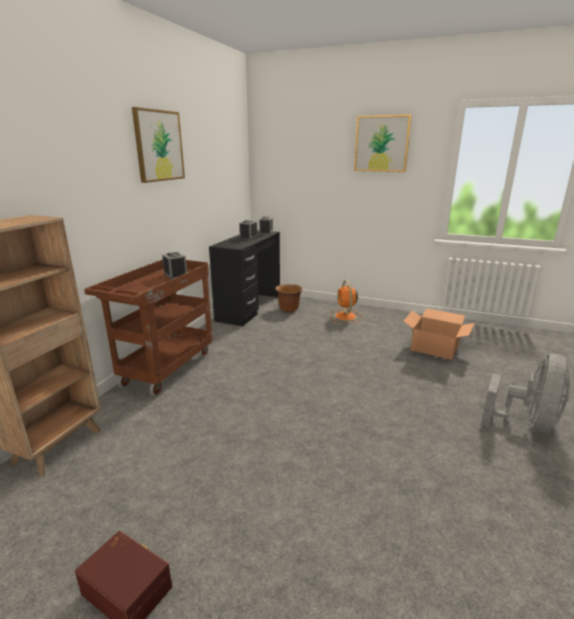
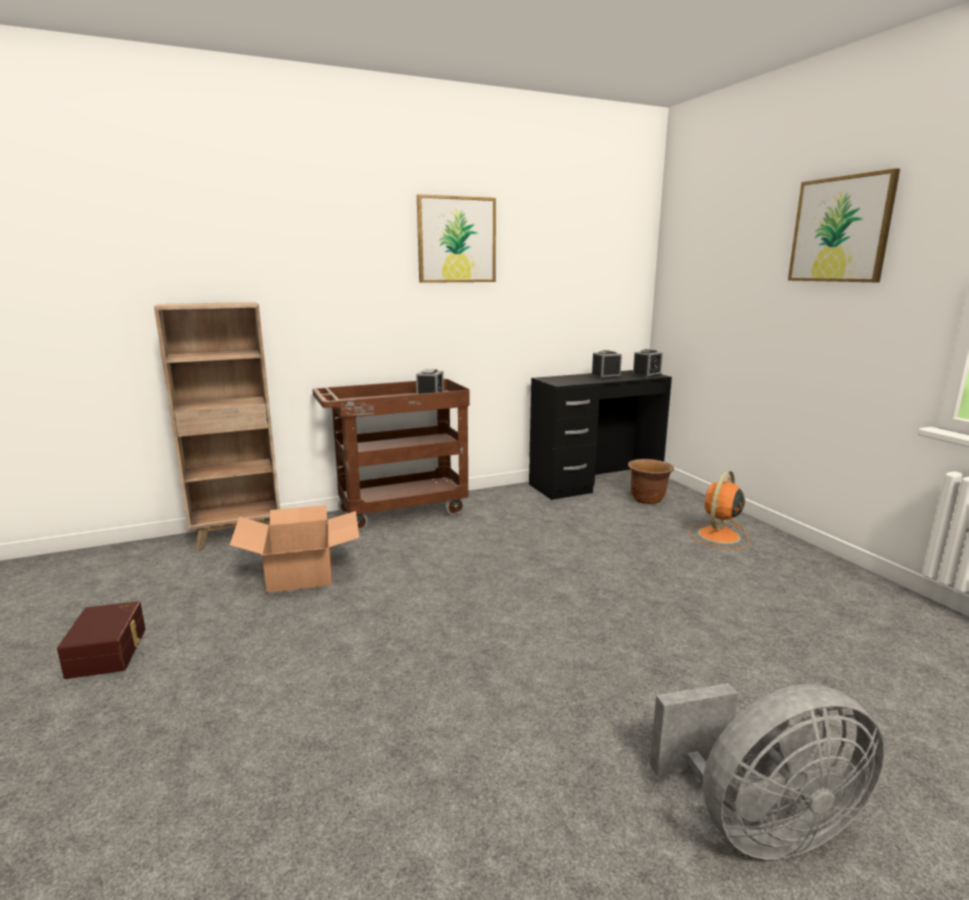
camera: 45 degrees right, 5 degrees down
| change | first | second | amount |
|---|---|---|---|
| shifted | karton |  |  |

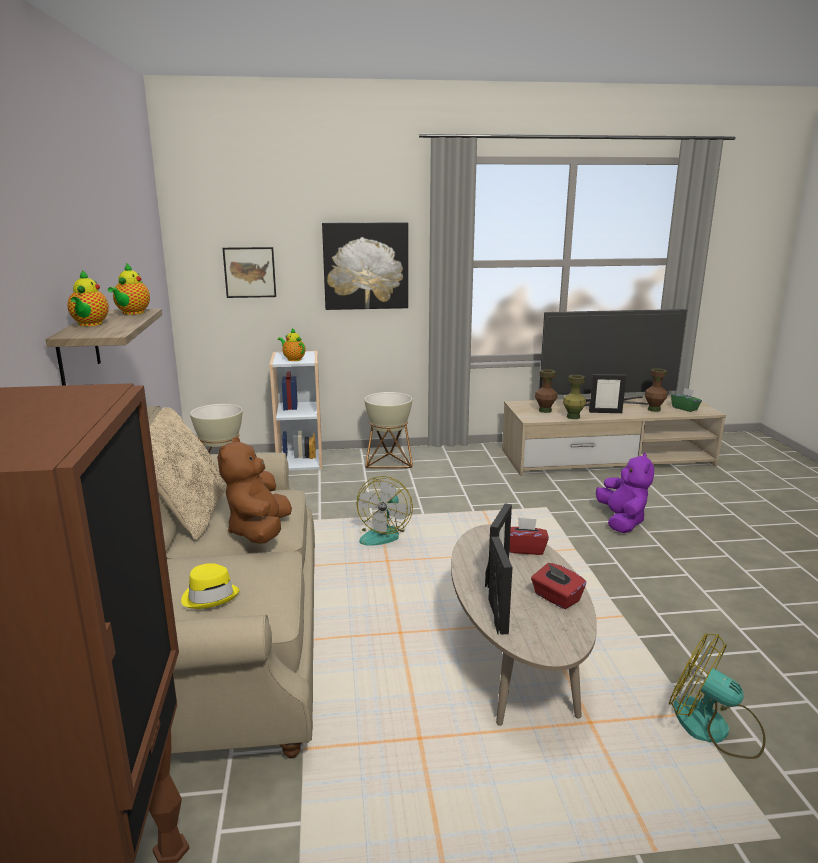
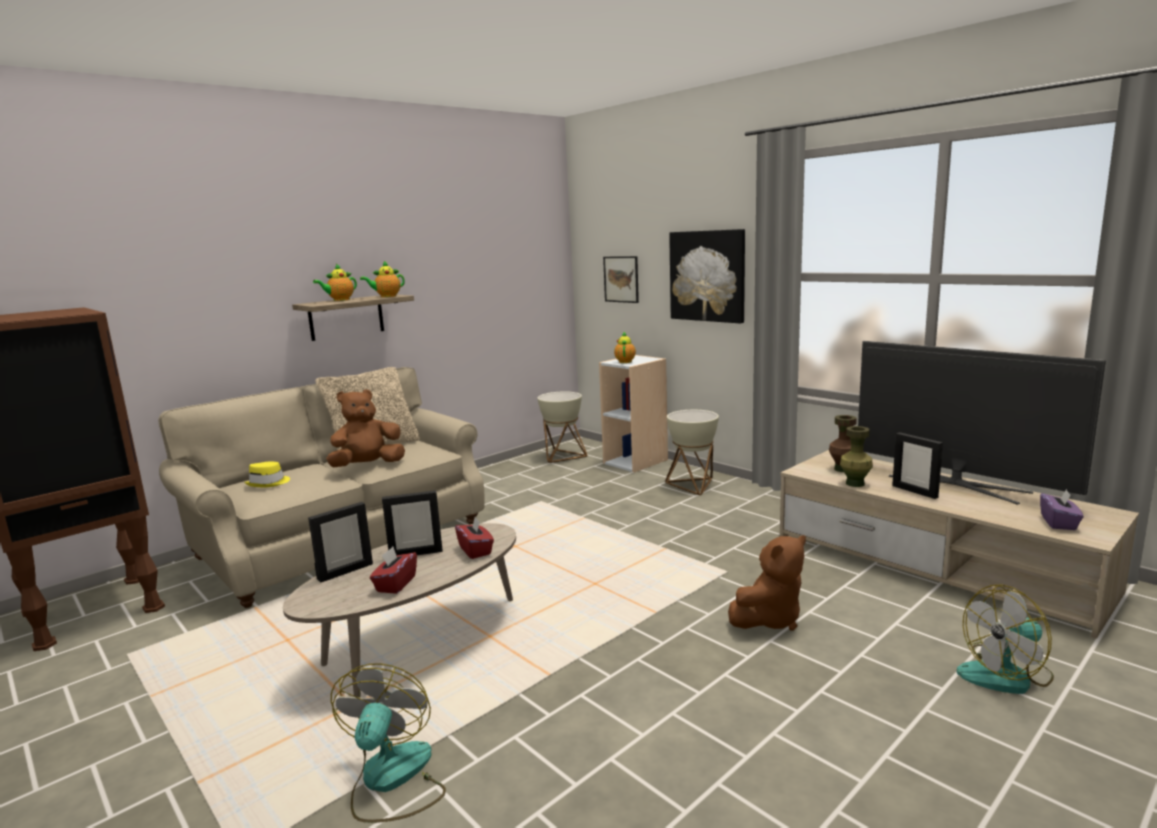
camera: 55 degrees right, 5 degrees down
| change | first | second | amount |
|---|---|---|---|
| gone | wazon [brązowy] (no. 2 from left) |  |  |
| shifted | wentylator (no. 1 from left in the first image) | wentylator (no. 2 from left) |  |
| repainted | pluszak [fioletowy] | pluszak [brązowy] (no. 2 from left) |  |
| repainted | pudełko chusteczek [zielony] | pudełko chusteczek [fioletowy] |  |

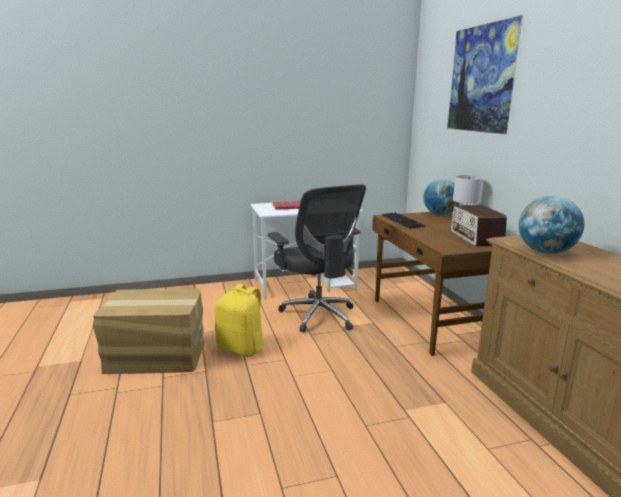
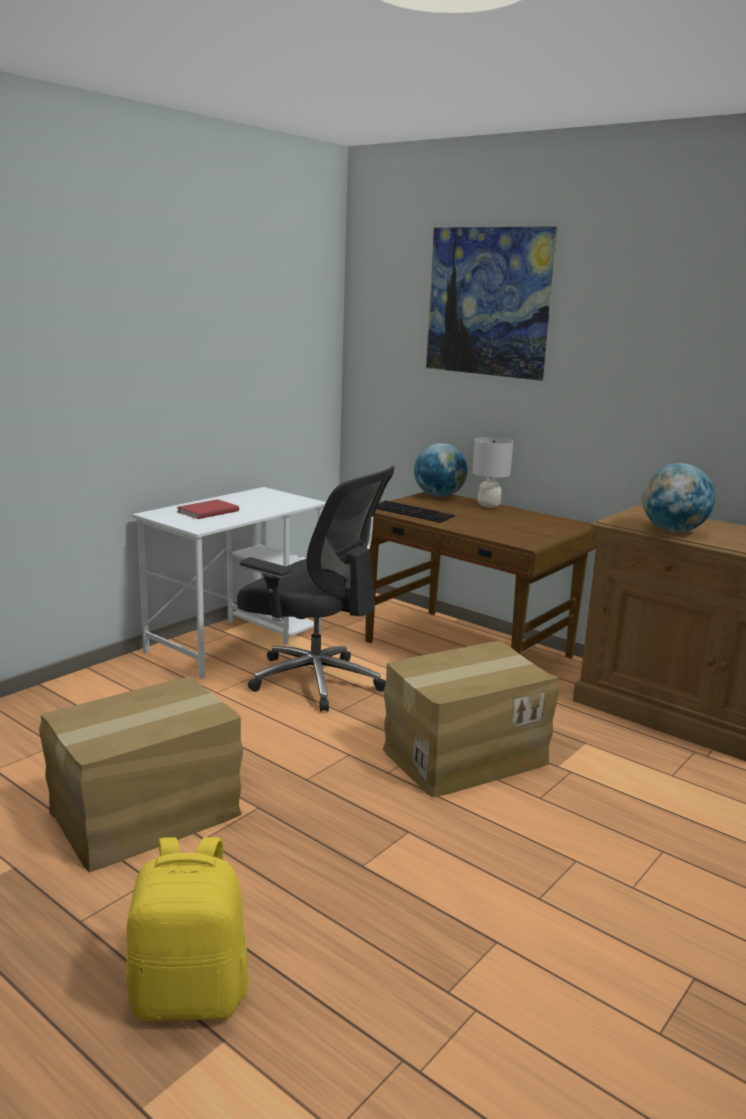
camera: 35 degrees left, 0 degrees up
| change | first | second | amount |
|---|---|---|---|
| gone | radio |  |  |
| new |  | karton (no. 2 from left) |  |
| shifted | plecak [żółty] |  |  |

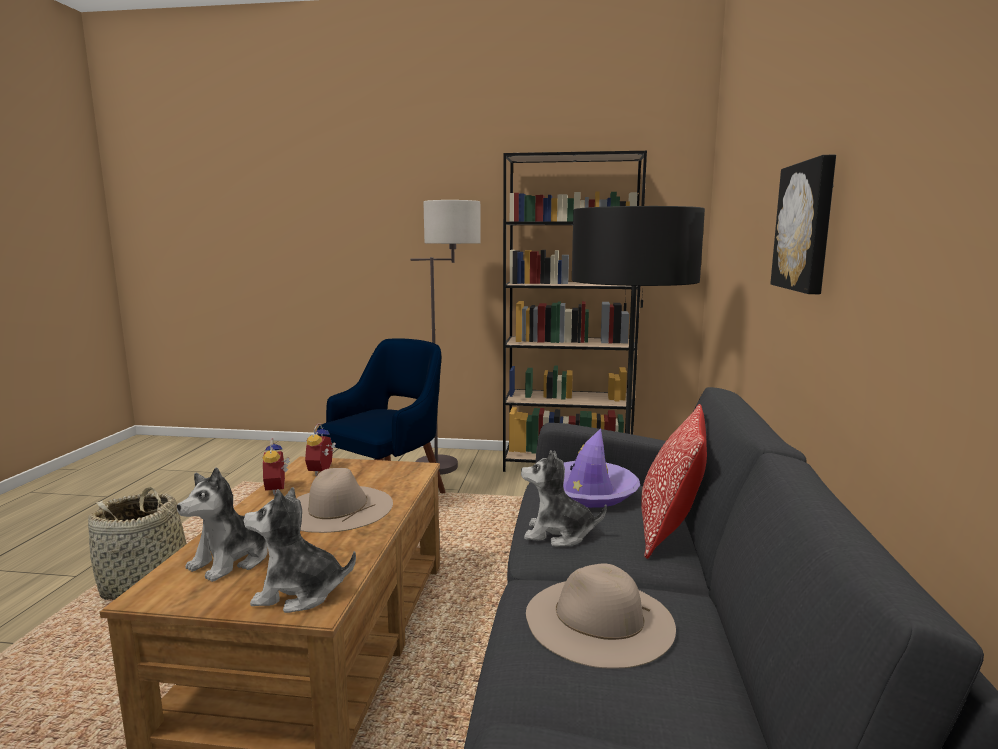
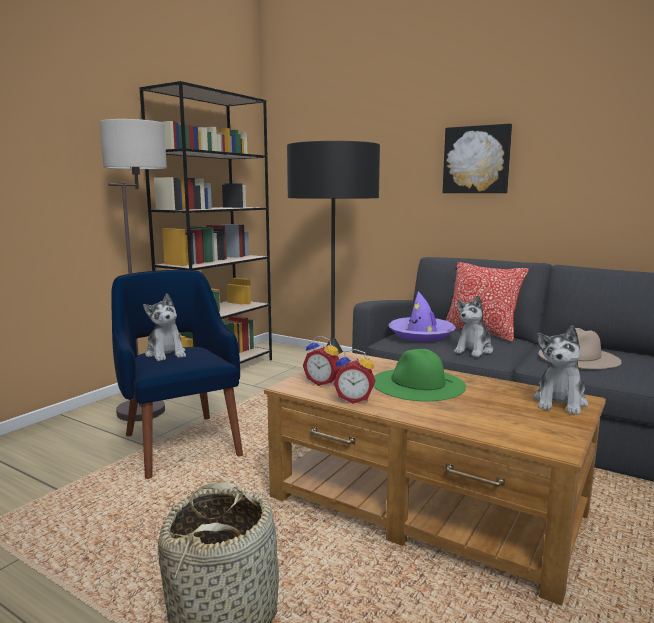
camera: 65 degrees left, 0 degrees up
| change | first | second | amount |
|---|---|---|---|
| shifted | pluszak (no. 1 from left) |  |  |
| repainted | kapelusz [beżowy] (no. 1 from left) | kapelusz [zielony] |  |

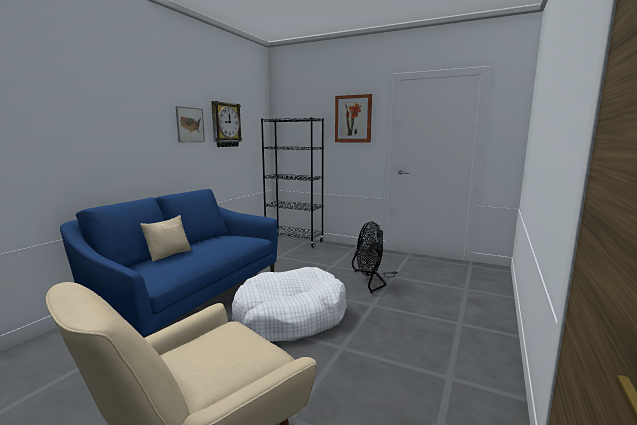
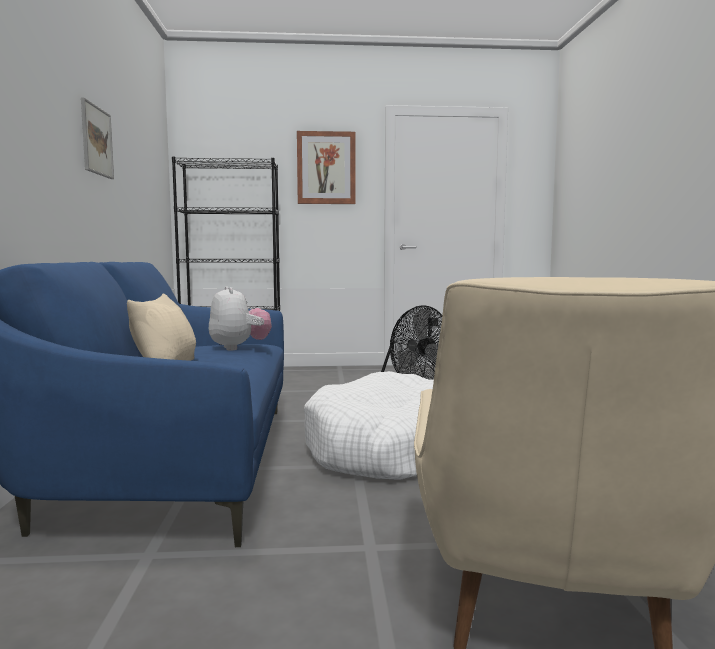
camera: 30 degrees left, 5 degrees down
| change | first | second | amount |
|---|---|---|---|
| gone | zegar ścienny |  |  |
| new |  | pluszak |  |

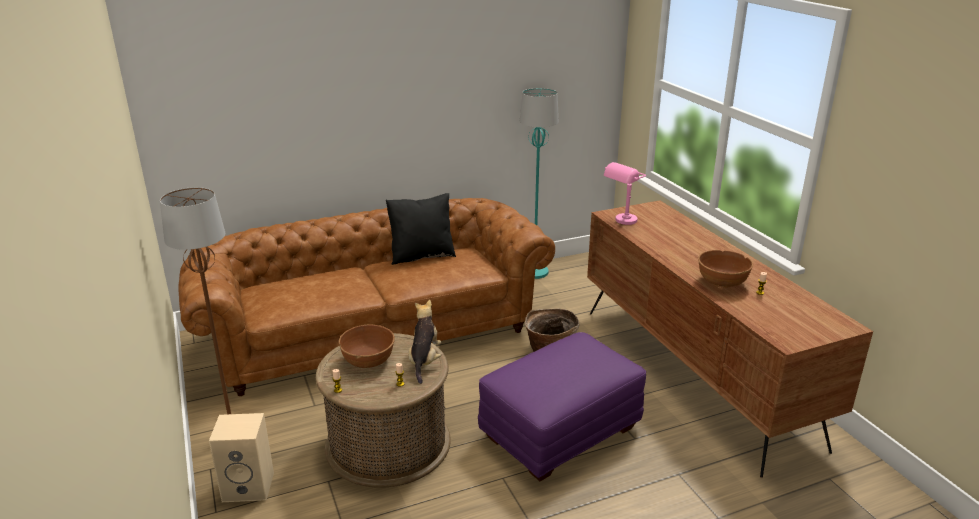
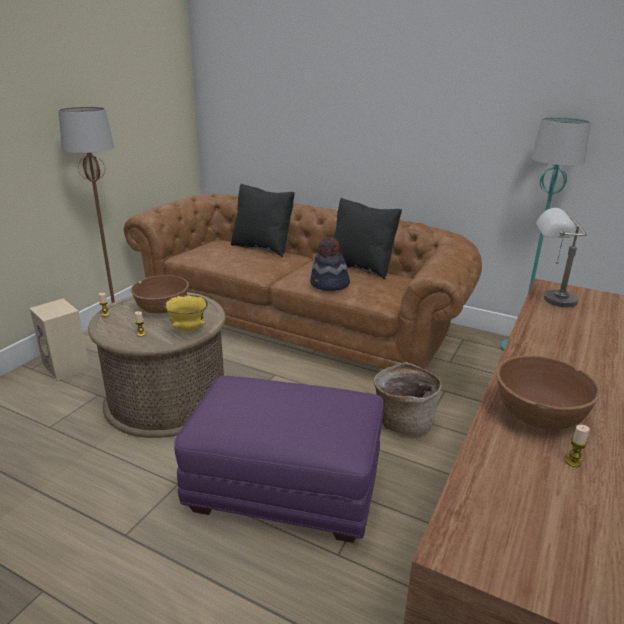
camera: 50 degrees right, 0 degrees up
| change | first | second | amount |
|---|---|---|---|
| new |  | poduszka [czarny] (no. 1 from left) |  |
| new |  | kapelusz |  |
| swapped | pluszak | miska [żółty] |  |
| repainted | lampa stołowa [różowy] | lampa stołowa [szary] |  |

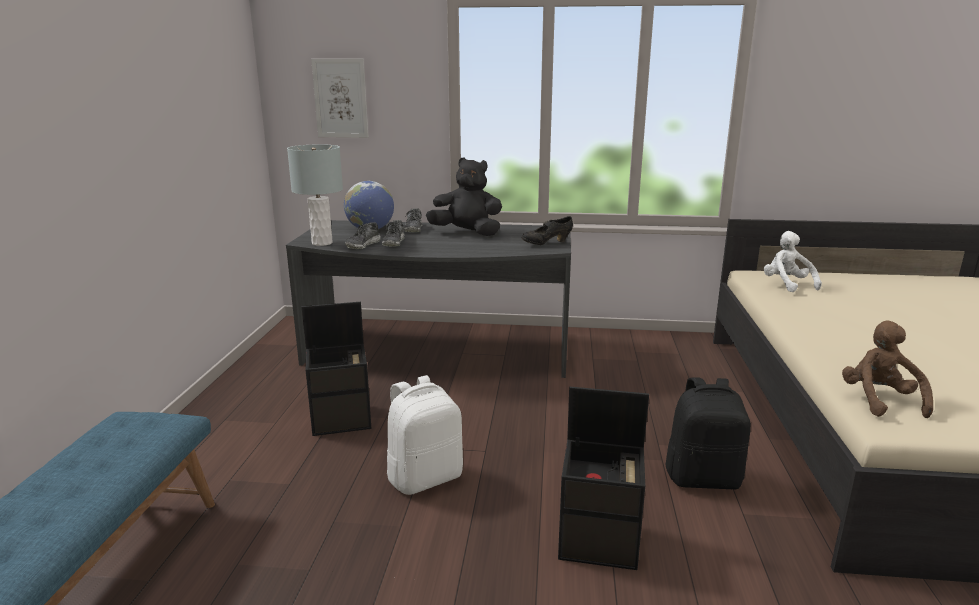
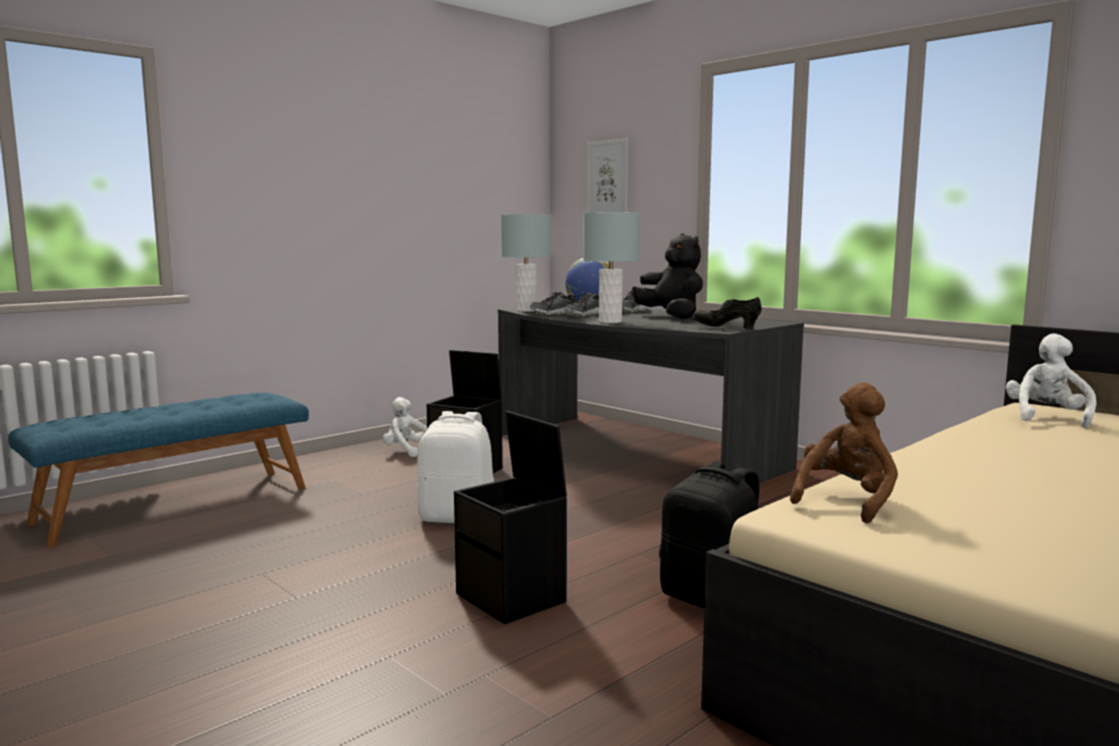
camera: 40 degrees right, 10 degrees down
| change | first | second | amount |
|---|---|---|---|
| new |  | pluszak [biały] (no. 1 from left) |  |
| new |  | lampa stołowa [szary] (no. 2 from left) |  |

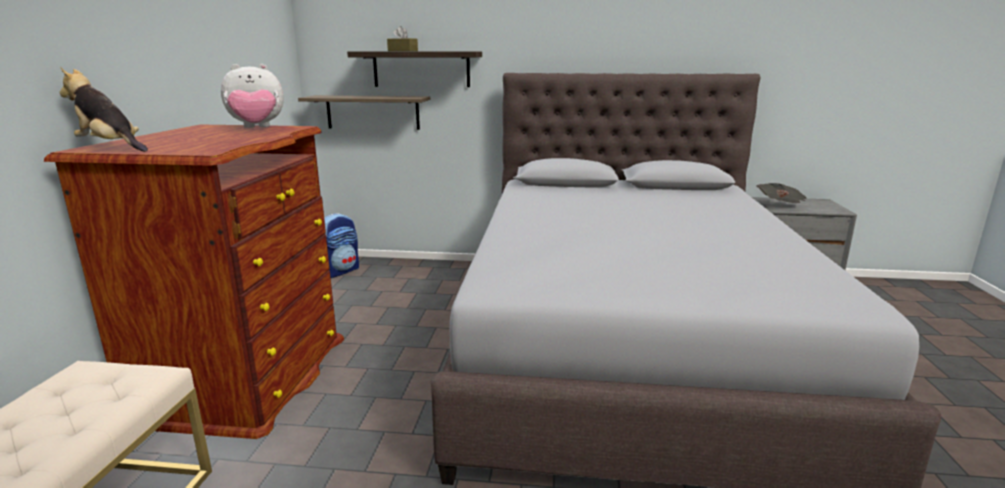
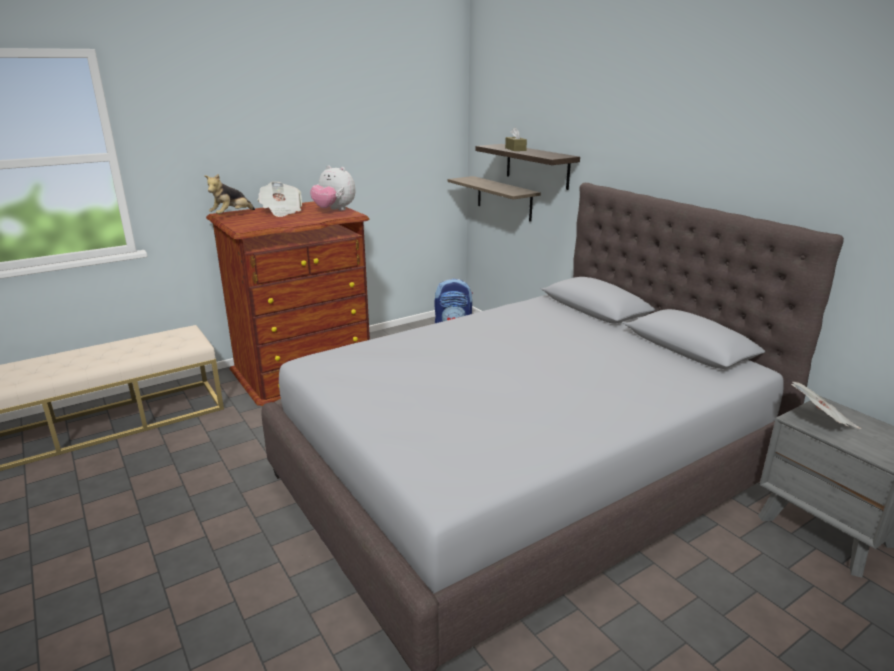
camera: 50 degrees right, 5 degrees up
| change | first | second | amount |
|---|---|---|---|
| new |  | gazeta (no. 1 from left) |  |
| rotated | pluszak (no. 1 from left) |  | 135 degrees counterclockwise |

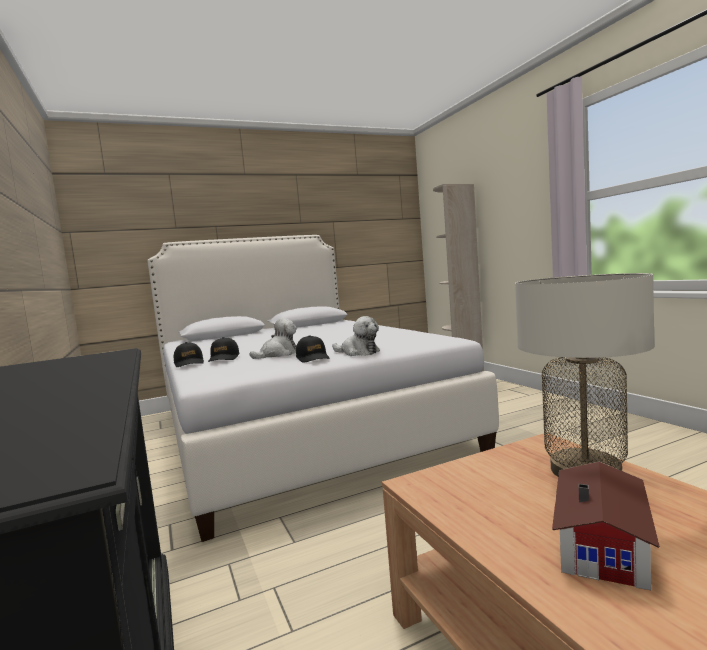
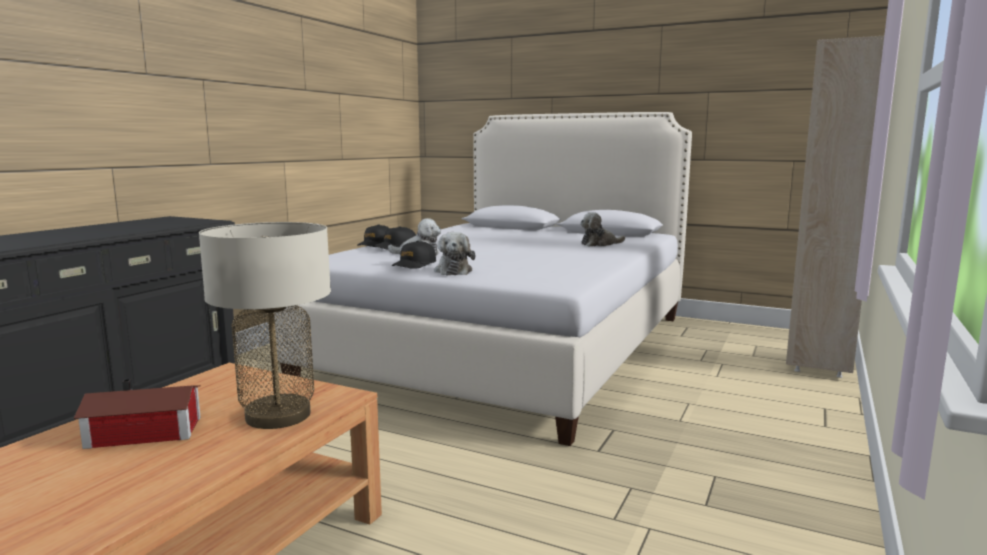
camera: 50 degrees right, 5 degrees up
| change | first | second | amount |
|---|---|---|---|
| new |  | pluszak (no. 3 from left) |  |

